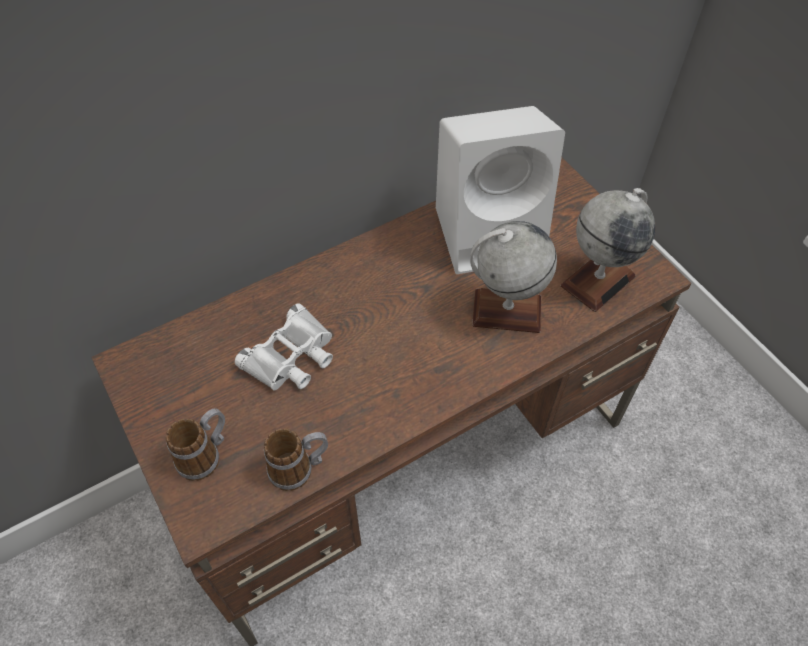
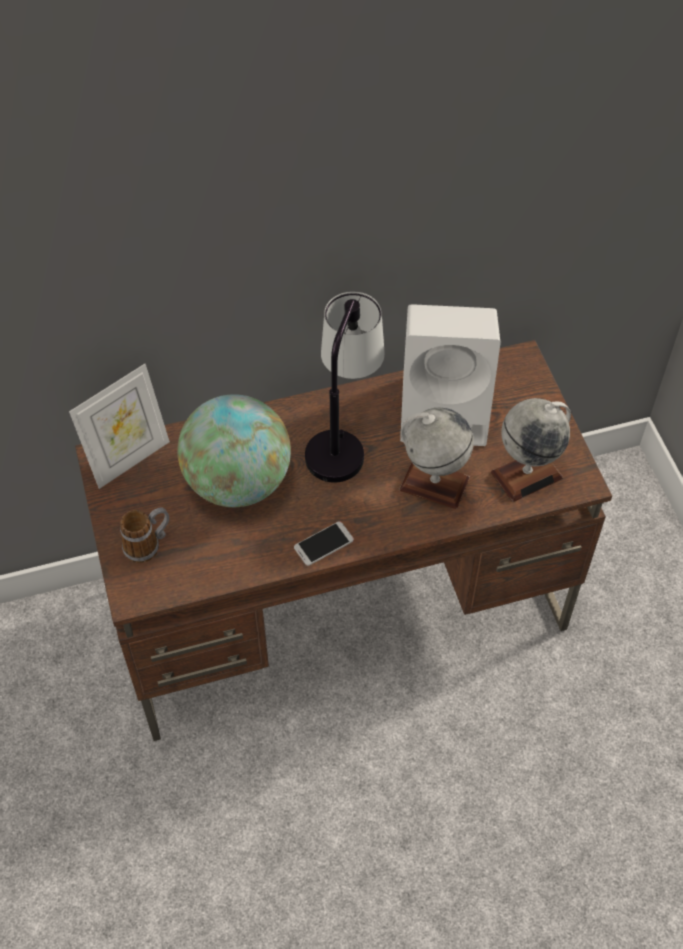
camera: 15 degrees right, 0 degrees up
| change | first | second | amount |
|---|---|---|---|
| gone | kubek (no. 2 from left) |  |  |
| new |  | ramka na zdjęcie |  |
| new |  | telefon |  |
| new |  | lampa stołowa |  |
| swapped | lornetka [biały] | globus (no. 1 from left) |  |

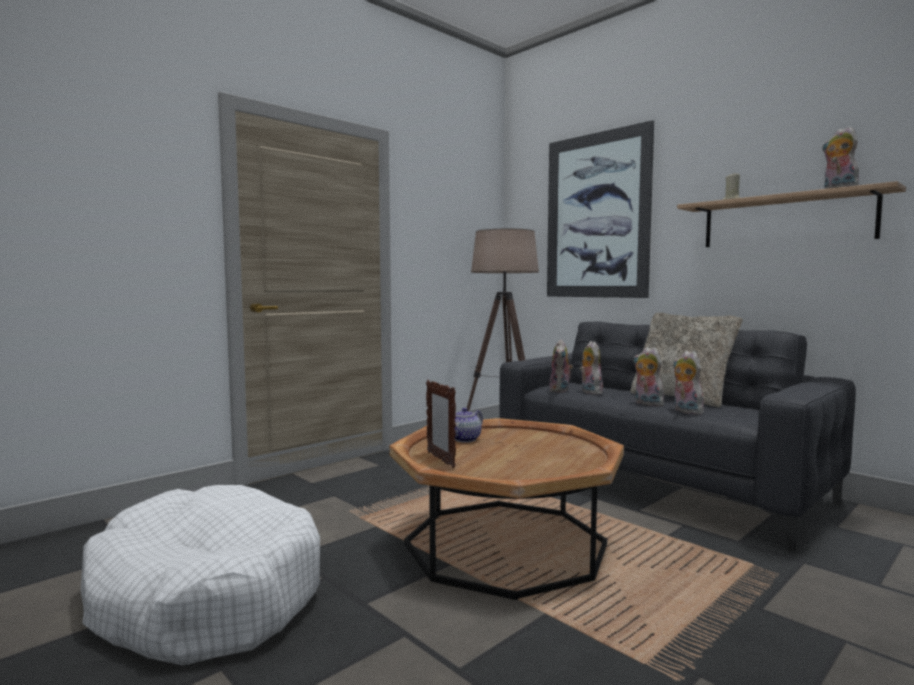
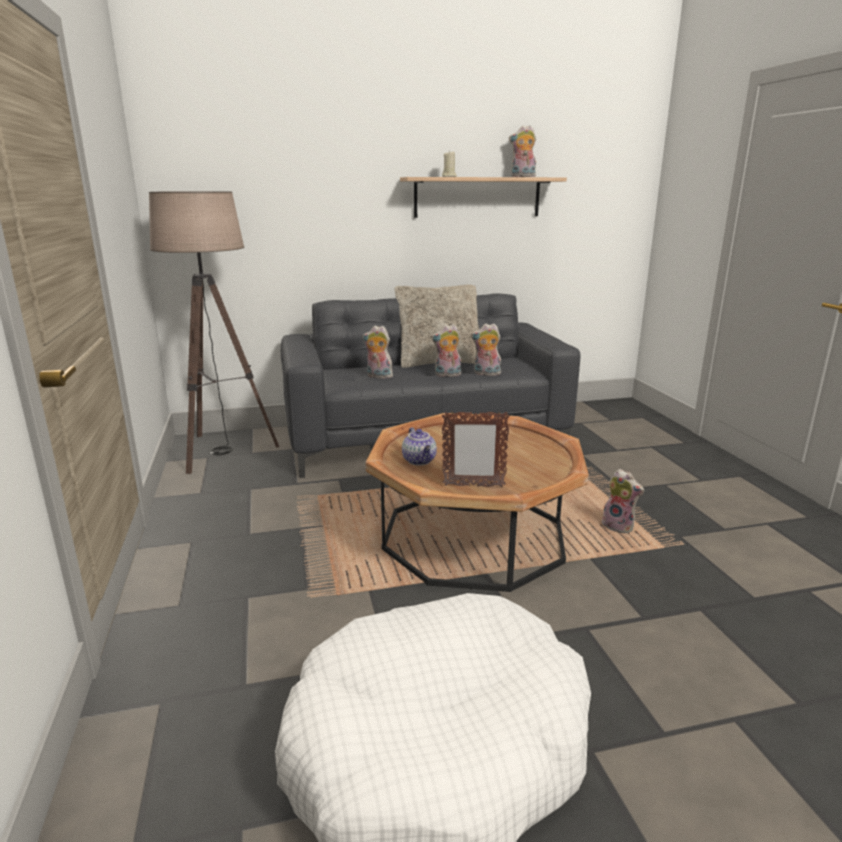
camera: 60 degrees left, 15 degrees up
| change | first | second | amount |
|---|---|---|---|
| gone | obraz |  |  |
| shifted | pluszak (no. 1 from left in the first image) | pluszak (no. 5 from left) |  |

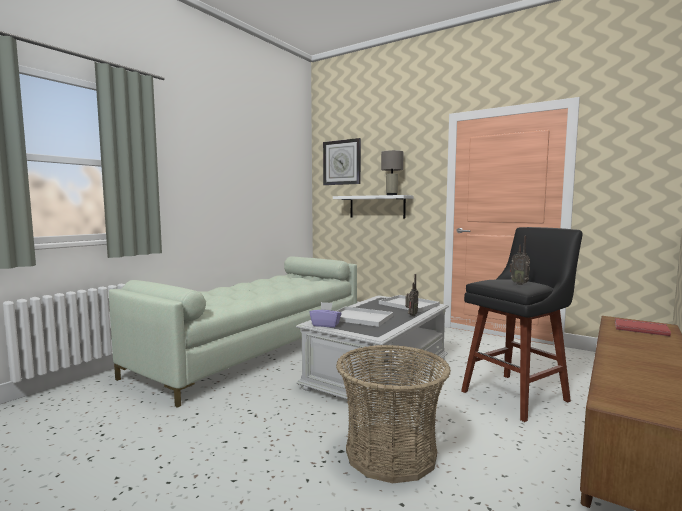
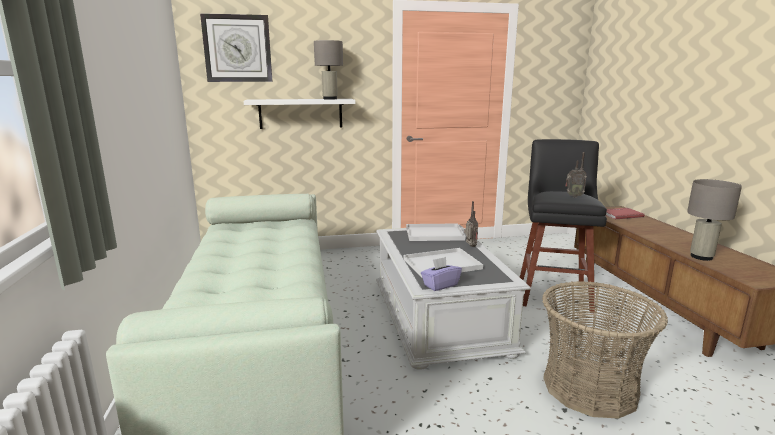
camera: 45 degrees left, 10 degrees up
| change | first | second | amount |
|---|---|---|---|
| new |  | lampa stołowa [szary] (no. 2 from left) |  |

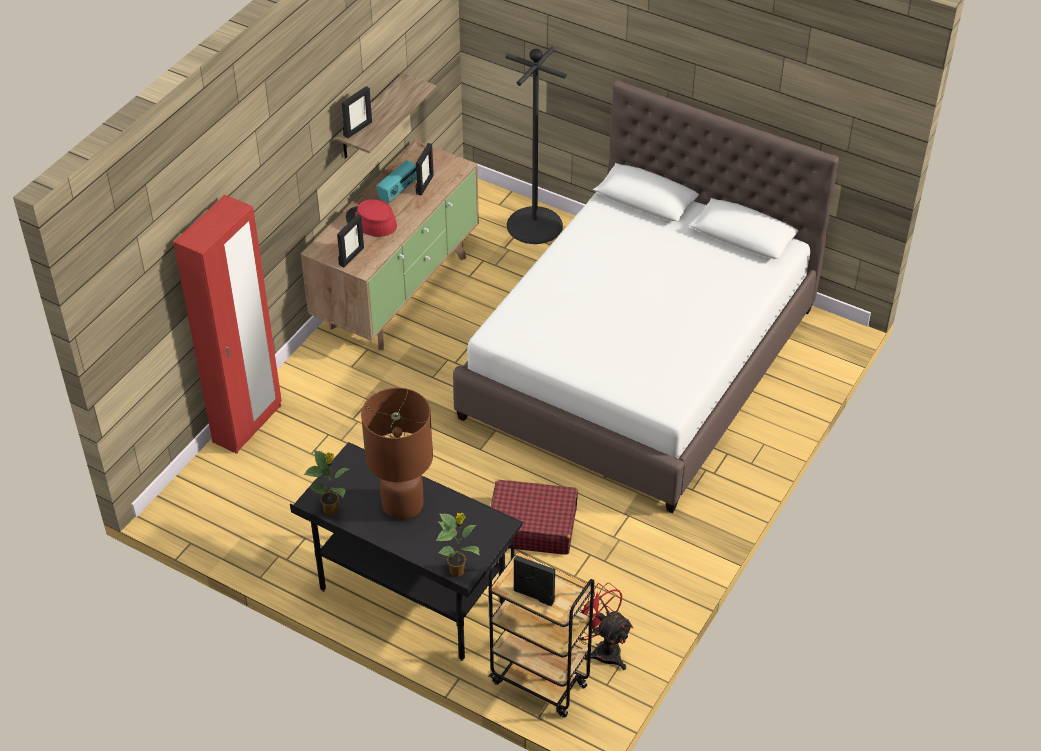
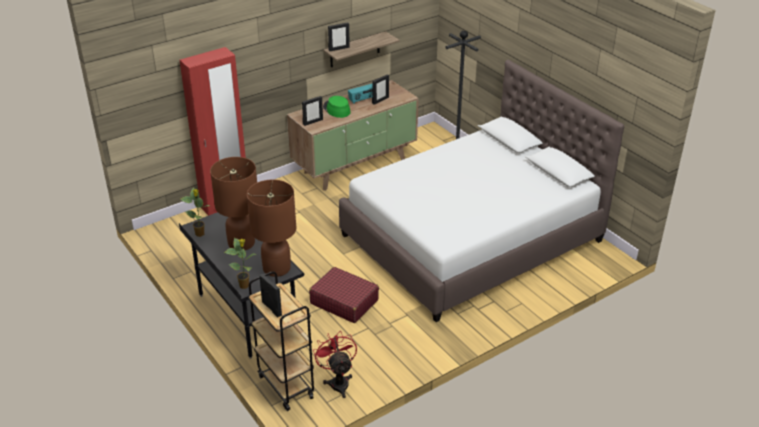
camera: 25 degrees right, 10 degrees down
| change | first | second | amount |
|---|---|---|---|
| new |  | lampa stołowa [brązowy] (no. 2 from left) |  |
| repainted | kapelusz [czerwony] | kapelusz [zielony] |  |

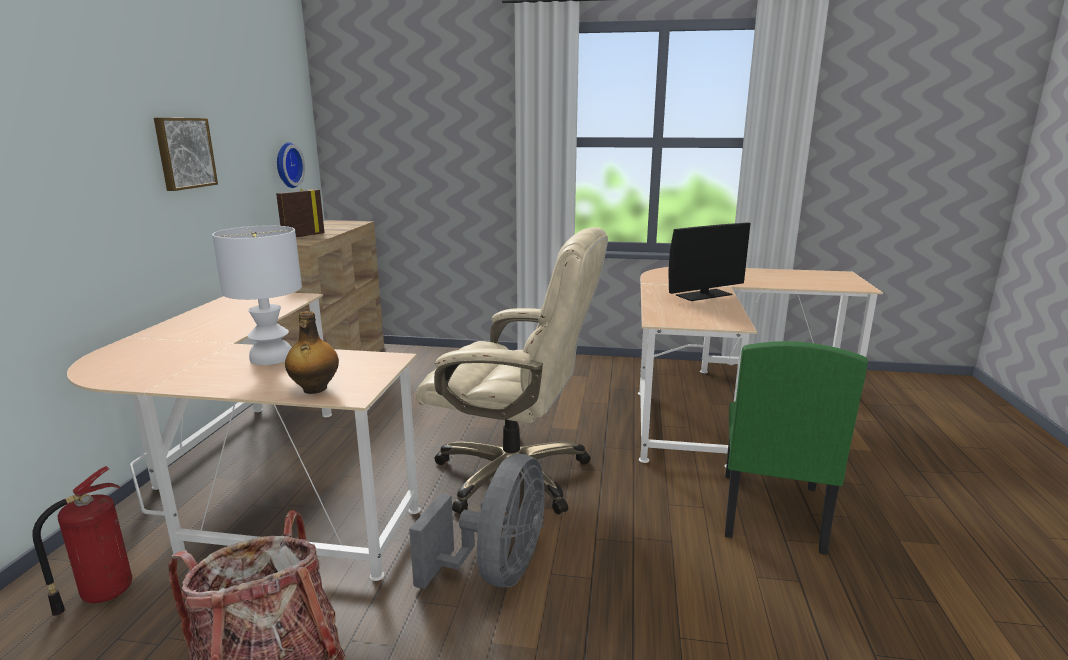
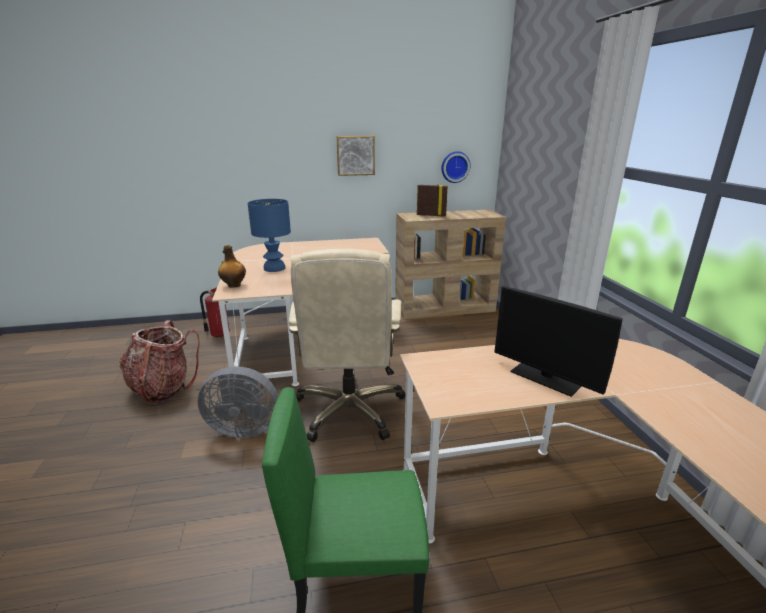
camera: 70 degrees right, 5 degrees up
| change | first | second | amount |
|---|---|---|---|
| repainted | lampa stołowa [biały] | lampa stołowa [niebieski] |  |

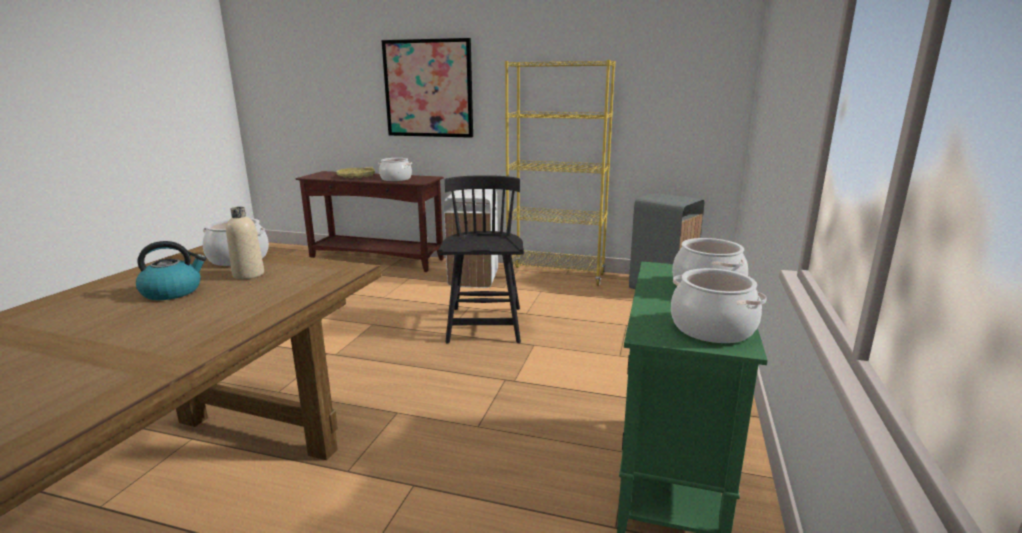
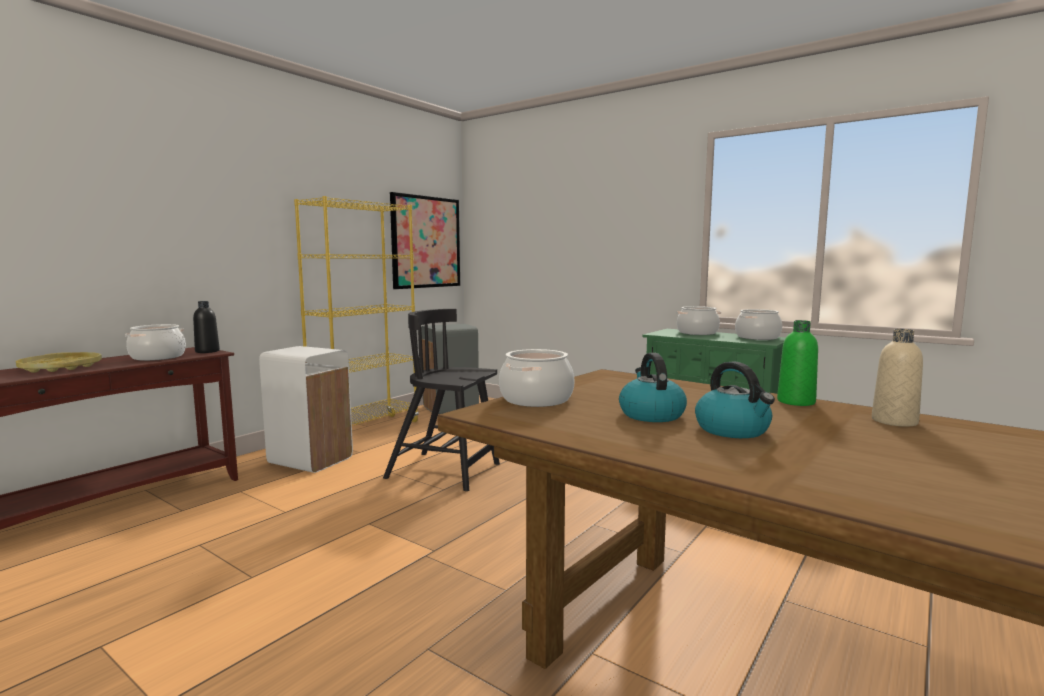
camera: 70 degrees left, 10 degrees down
| change | first | second | amount |
|---|---|---|---|
| new |  | butelka [czarny] |  |
| new |  | czajnik (no. 2 from left) |  |
| new |  | butelka [zielony] |  |
| shifted | butelka [beżowy] |  |  |
| shifted | obraz |  |  |

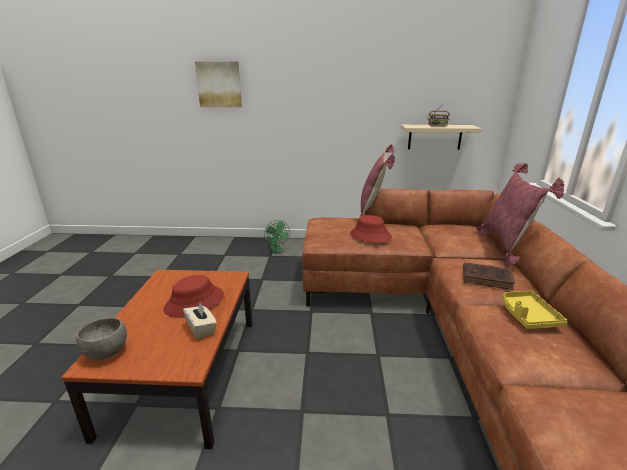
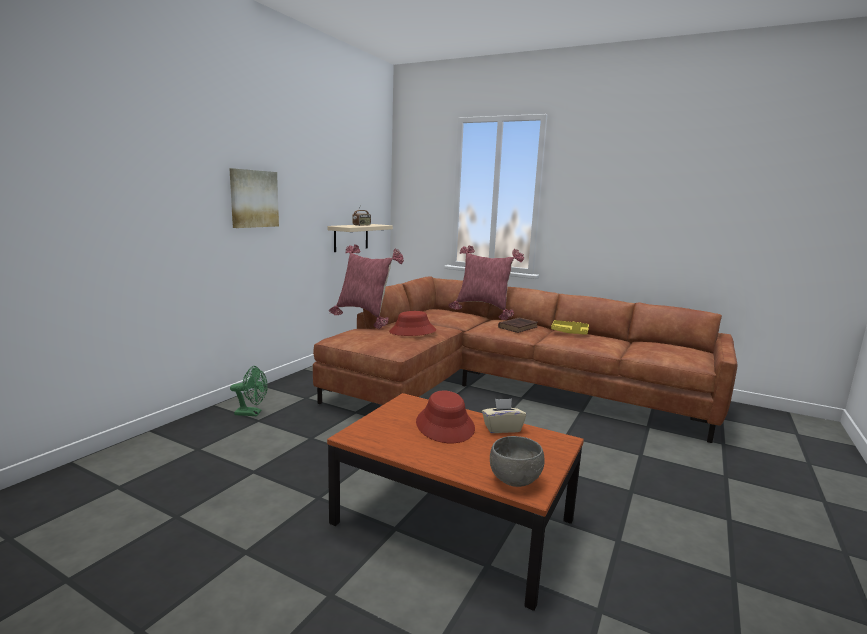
camera: 65 degrees left, 10 degrees down
| change | first | second | amount |
|---|---|---|---|
| shifted | obraz |  |  |

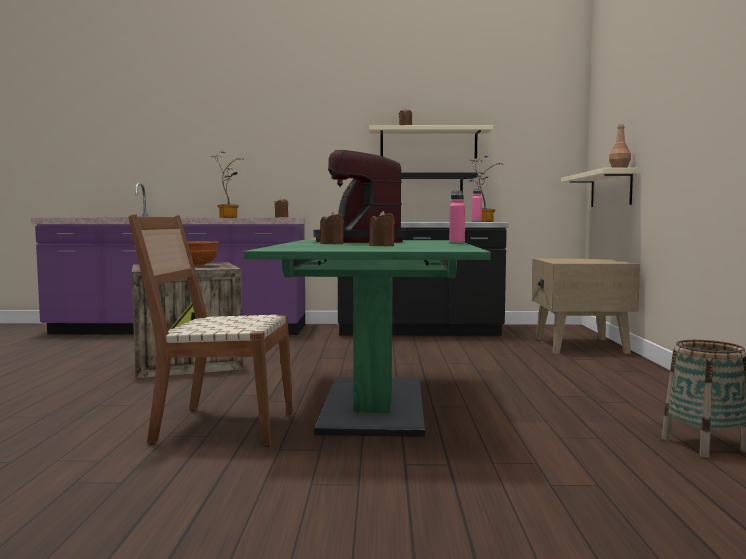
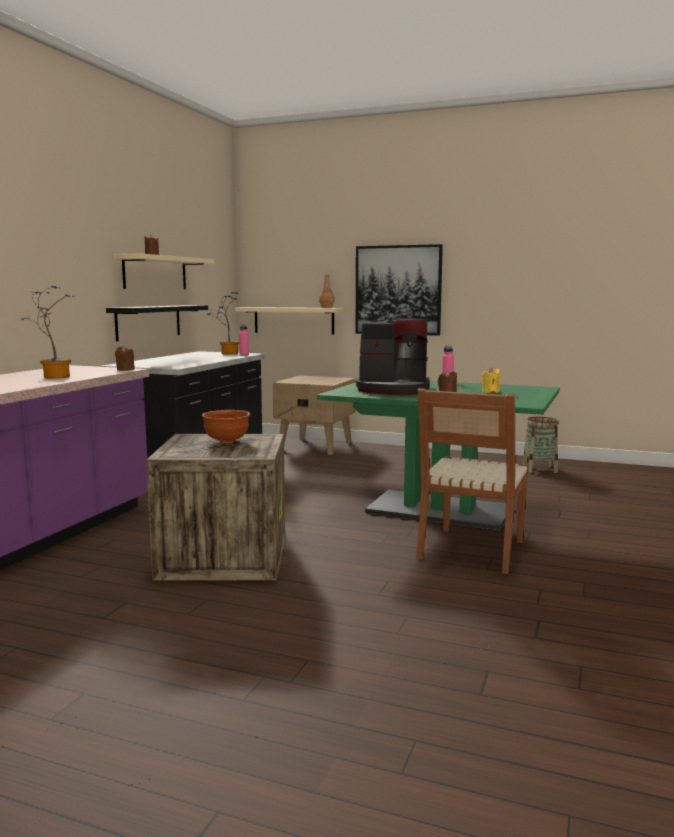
camera: 70 degrees left, 5 degrees up
| change | first | second | amount |
|---|---|---|---|
| new |  | obraz |  |
| repainted | świeca [brązowy] (no. 3 from left) | świeca [żółty] |  |

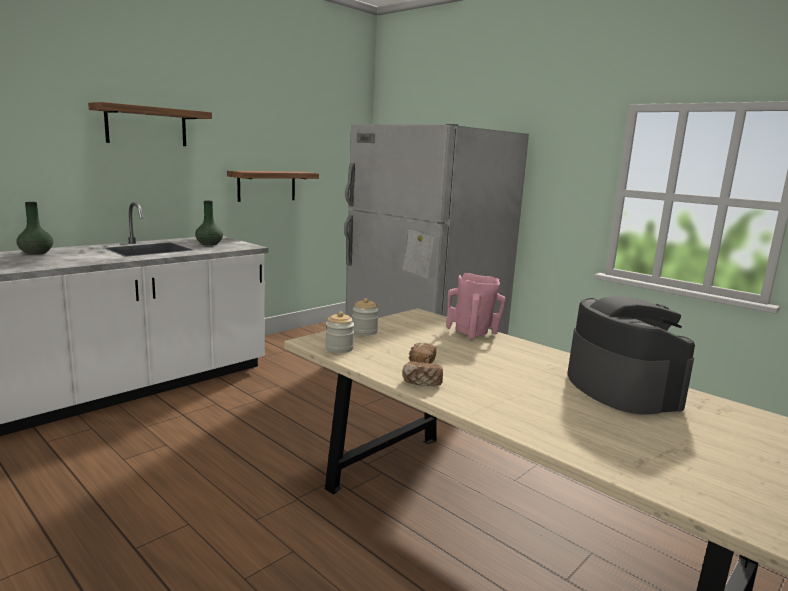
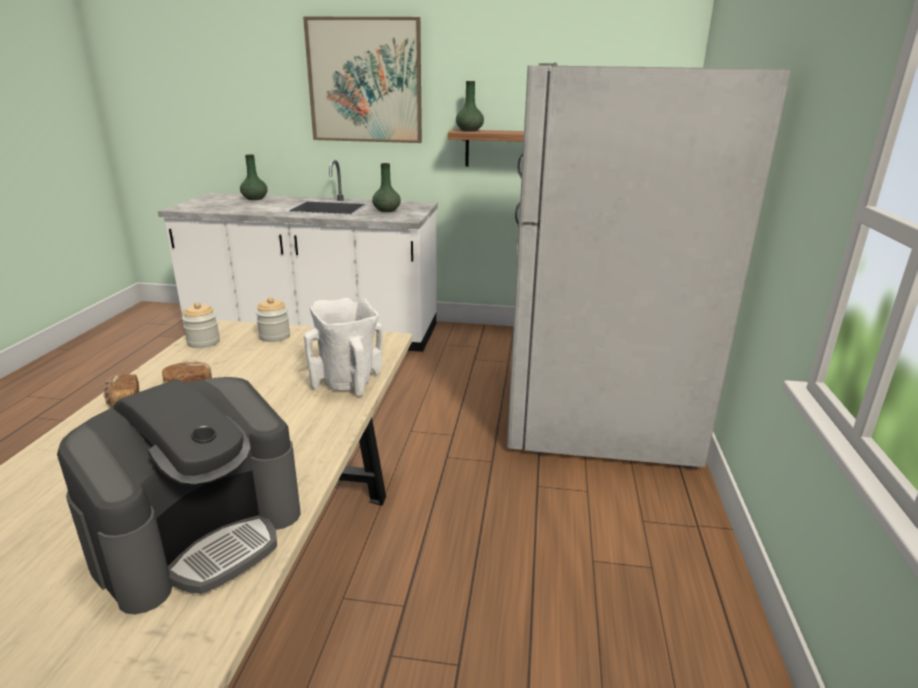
camera: 55 degrees right, 10 degrees up
| change | first | second | amount |
|---|---|---|---|
| new |  | wazon [zielony] (no. 3 from left) |  |
| swapped | półka (no. 1 from left) | obraz |  |
| repainted | wazon [różowy] | wazon [biały] |  |

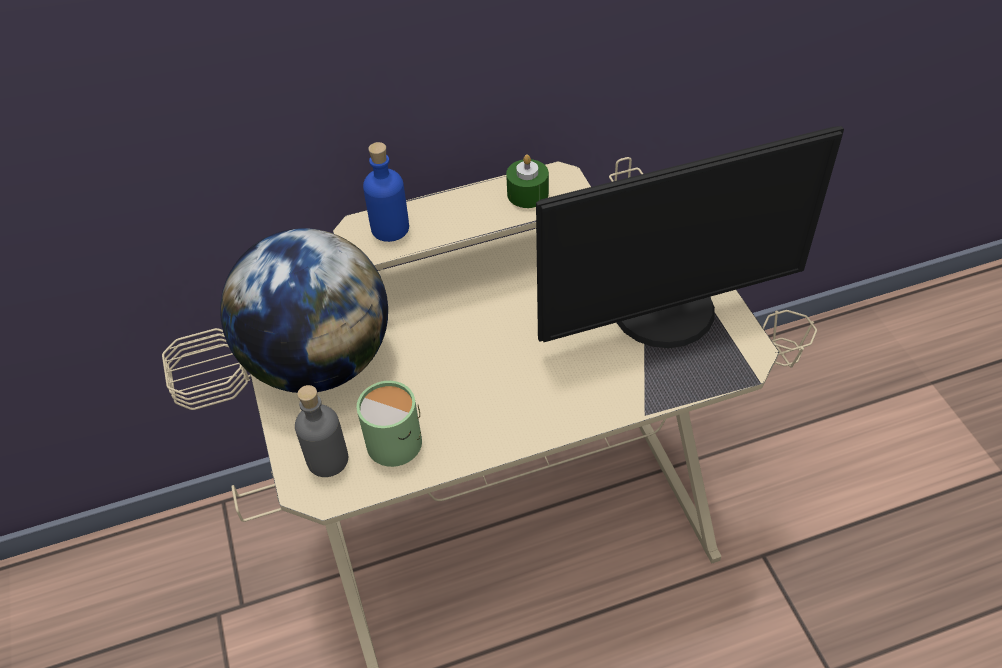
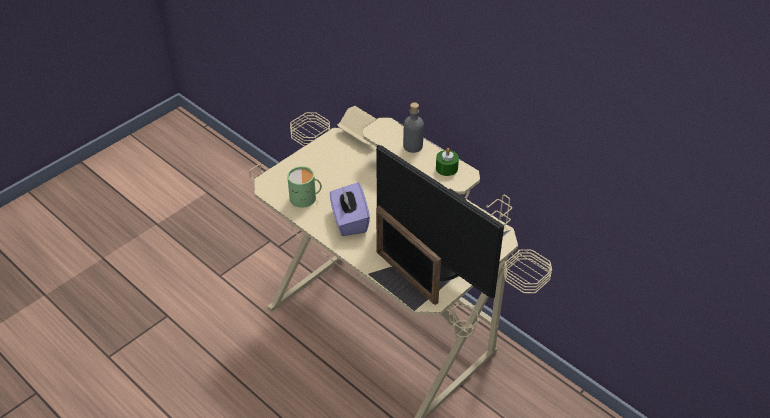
camera: 60 degrees right, 5 degrees down
| change | first | second | amount |
|---|---|---|---|
| gone | globus |  |  |
| gone | butelka [niebieski] |  |  |
| new |  | pudełko chusteczek [fioletowy] |  |
| new |  | ramka na zdjęcie |  |
| shifted | butelka [szary] |  |  |

